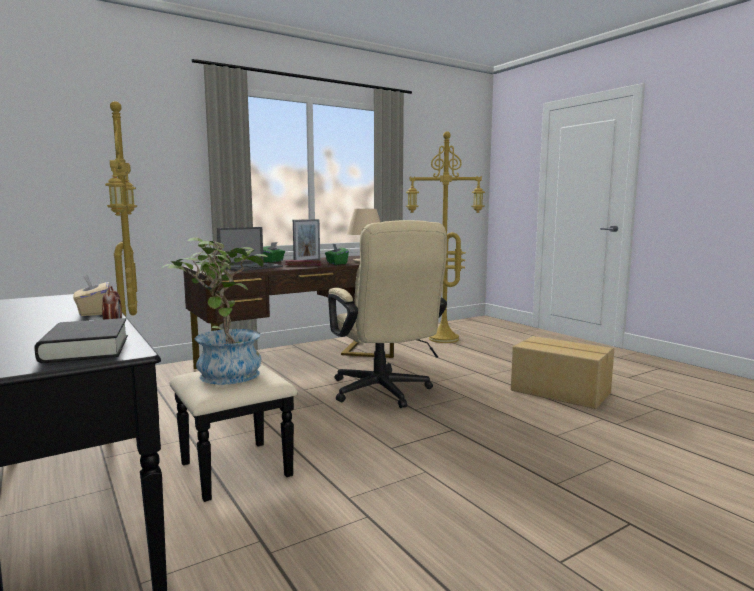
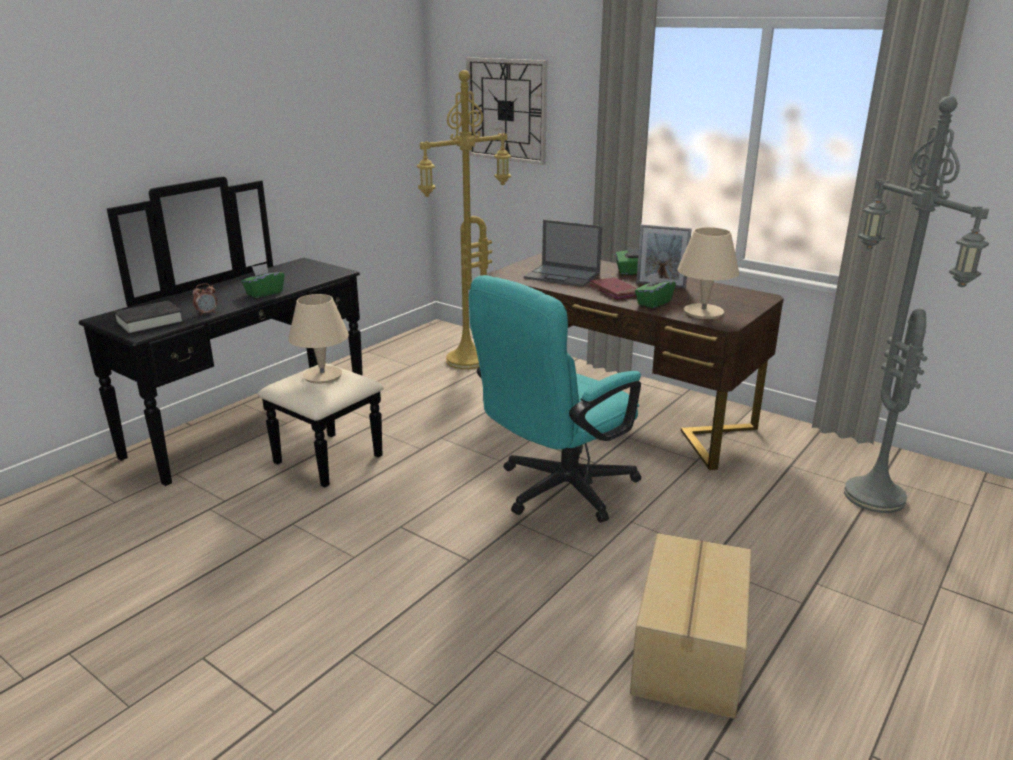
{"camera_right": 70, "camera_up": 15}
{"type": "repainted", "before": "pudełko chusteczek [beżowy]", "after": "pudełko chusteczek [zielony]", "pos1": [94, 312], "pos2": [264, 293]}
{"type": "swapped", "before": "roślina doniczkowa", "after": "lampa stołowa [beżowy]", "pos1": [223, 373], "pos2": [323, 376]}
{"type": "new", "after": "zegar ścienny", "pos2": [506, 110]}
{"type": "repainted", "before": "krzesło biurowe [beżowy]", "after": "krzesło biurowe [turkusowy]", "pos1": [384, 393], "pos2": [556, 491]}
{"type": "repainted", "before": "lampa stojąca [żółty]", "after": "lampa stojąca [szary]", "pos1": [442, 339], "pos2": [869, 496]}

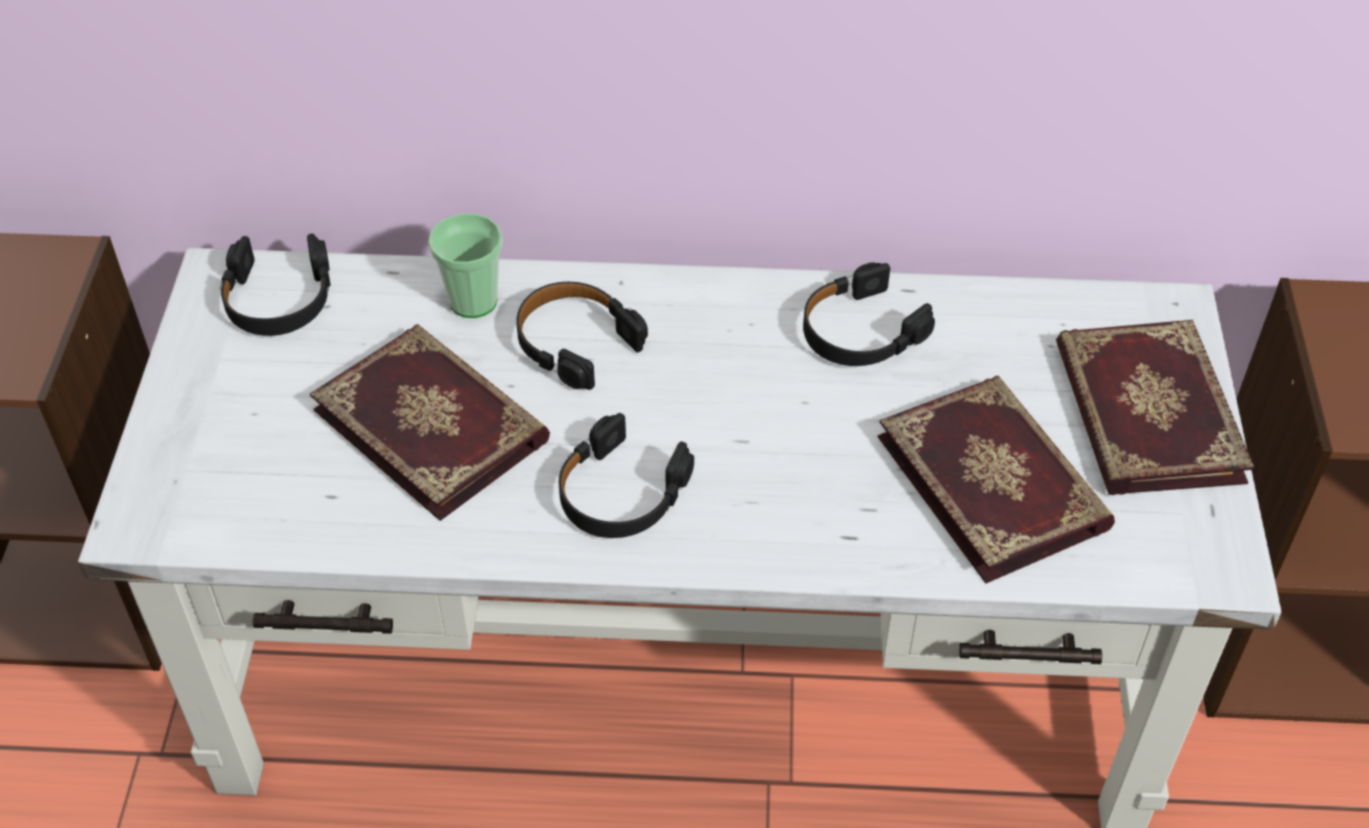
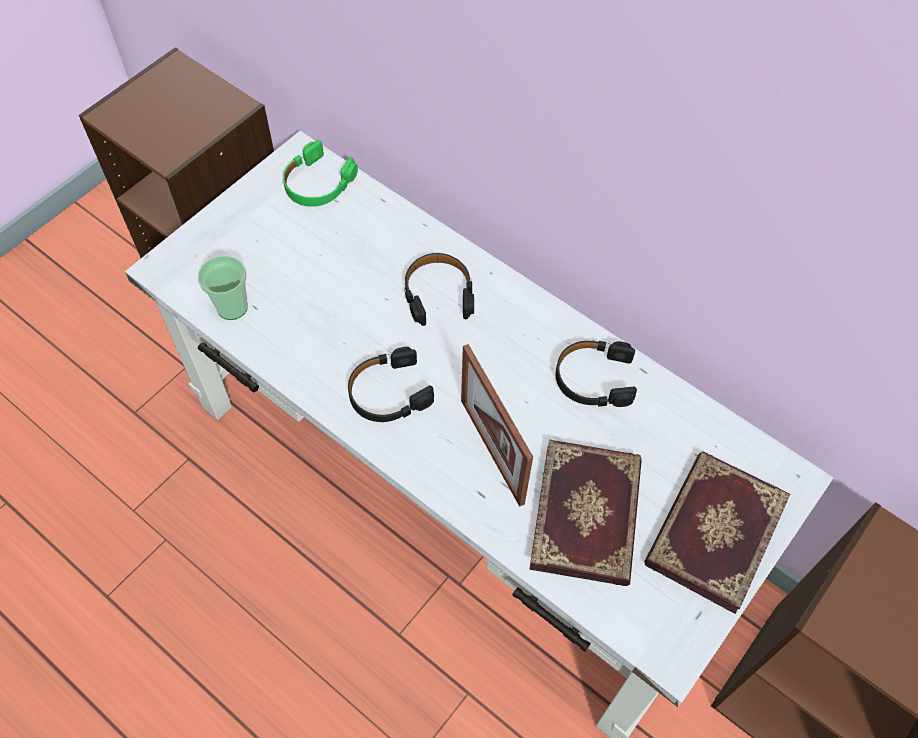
{"camera_right": 35, "camera_up": 10}
{"type": "shifted", "before": "filiżanka", "pos1": [473, 301], "pos2": [232, 307]}
{"type": "repainted", "before": "słuchawki [czarny]", "after": "słuchawki [zielony]", "pos1": [278, 299], "pos2": [317, 183]}
{"type": "new", "after": "ramka na zdjęcie", "pos2": [491, 451]}
{"type": "gone", "before": "książka", "pos1": [433, 423]}

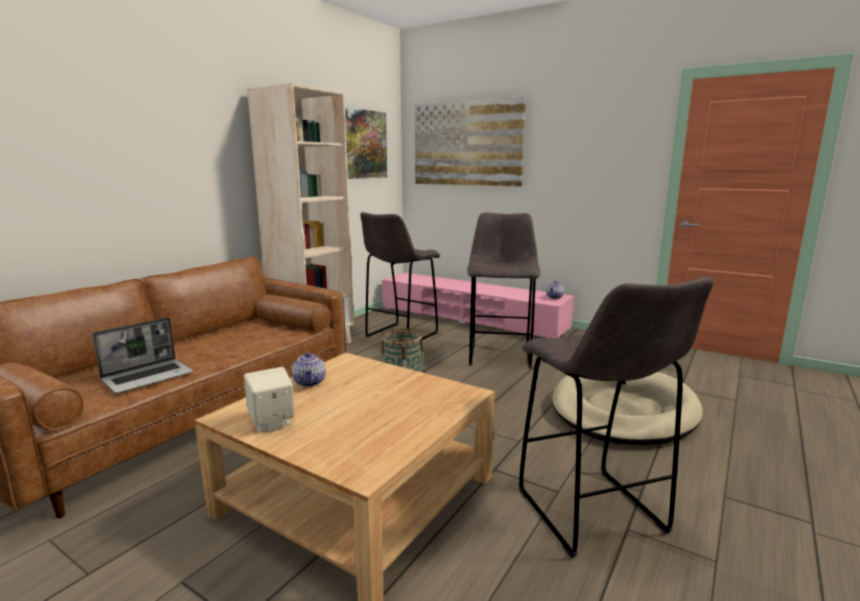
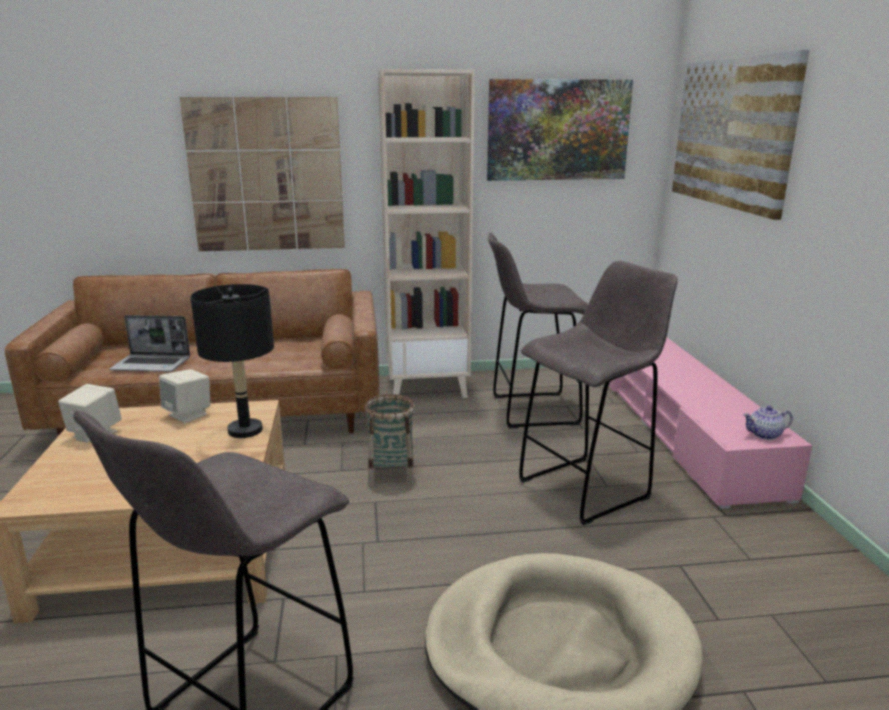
{"camera_right": 50, "camera_up": 5}
{"type": "swapped", "before": "imbryk", "after": "głośnik [beżowy]", "pos1": [310, 382], "pos2": [188, 414]}
{"type": "new", "after": "obraz", "pos2": [266, 175]}
{"type": "new", "after": "lampa stołowa [czarny]", "pos2": [244, 430]}

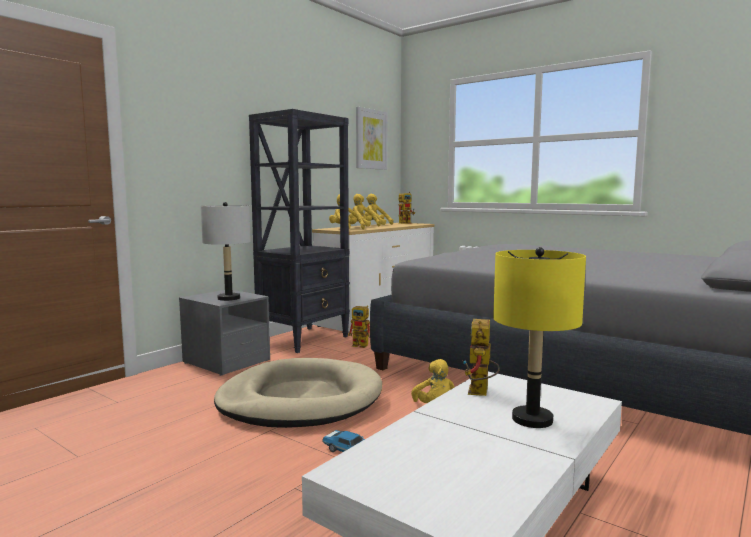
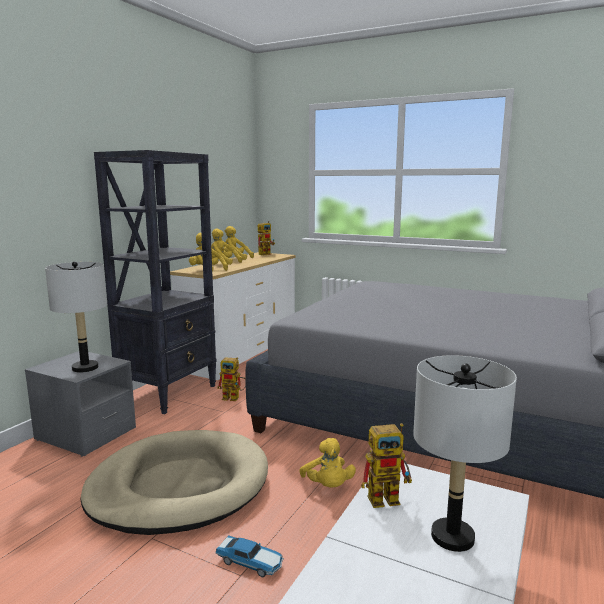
{"camera_right": -10, "camera_up": 5}
{"type": "rotated", "before": "robot zabawkowy", "pos1": [480, 393], "pos2": [389, 497], "turn": -105}
{"type": "repainted", "before": "lampa stołowa [żółty]", "after": "lampa stołowa [szary]", "pos1": [531, 419], "pos2": [452, 537]}
{"type": "gone", "before": "obraz", "pos1": [371, 139]}

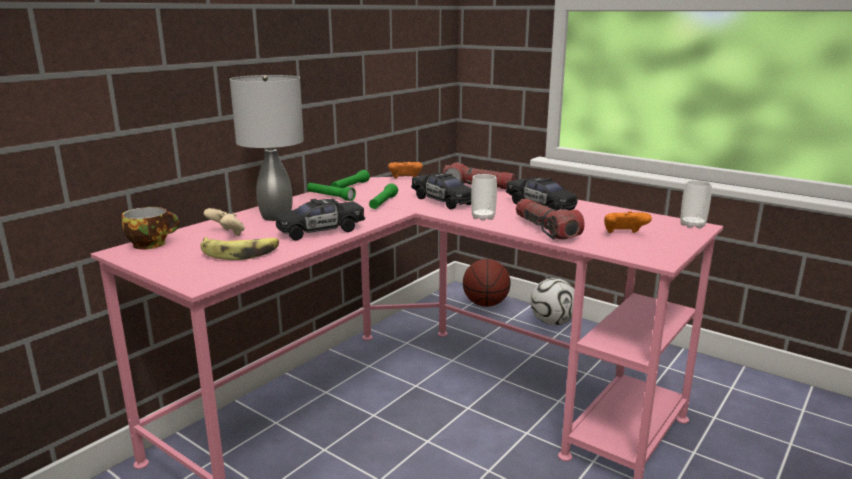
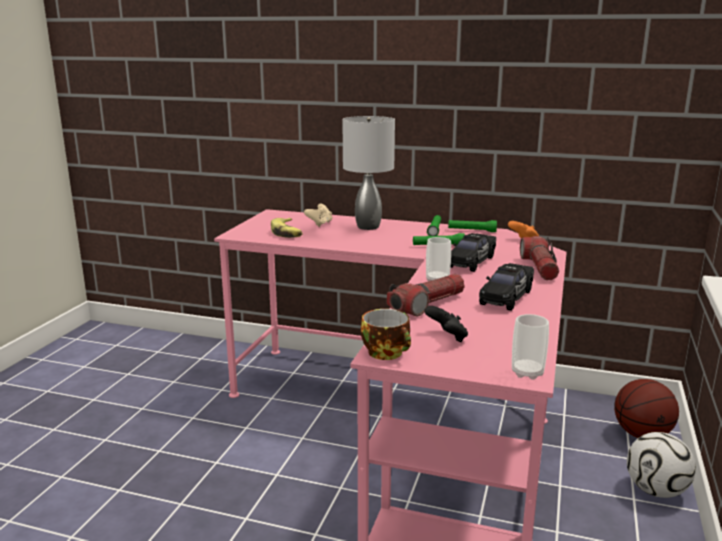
{"camera_right": 70, "camera_up": 0}
{"type": "shifted", "before": "filiżanka", "pos1": [152, 244], "pos2": [388, 353]}
{"type": "repainted", "before": "pad do gier [pomarańczowy]", "after": "pad do gier [czarny]", "pos1": [623, 235], "pos2": [447, 337]}
{"type": "gone", "before": "samochodzik [czarny]", "pos1": [320, 231]}

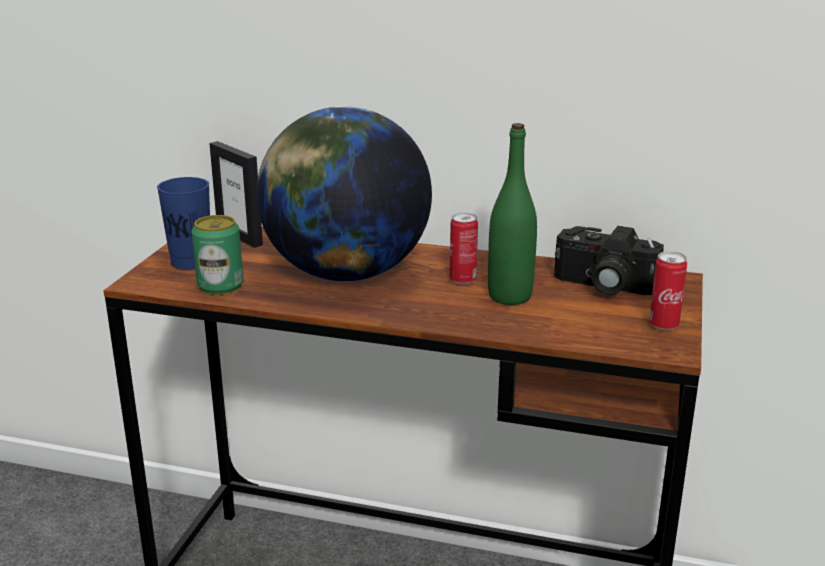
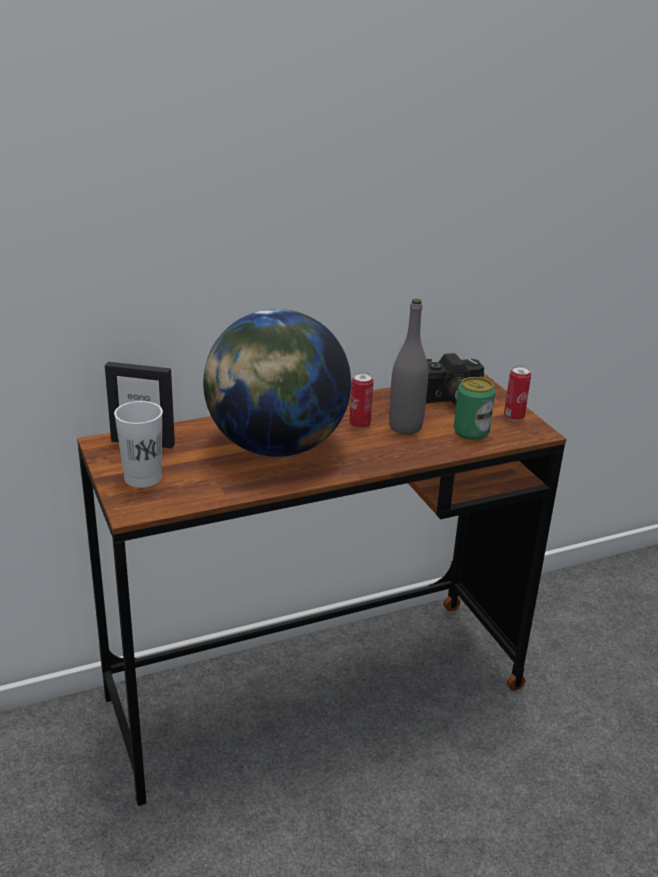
{"camera_right": -40, "camera_up": 5}
{"type": "repainted", "before": "filiżanka [niebieski]", "after": "filiżanka [biały]", "pos1": [191, 262], "pos2": [143, 478]}
{"type": "repainted", "before": "butelka [zielony]", "after": "butelka [szary]", "pos1": [509, 296], "pos2": [405, 427]}
{"type": "shifted", "before": "puszka", "pos1": [220, 286], "pos2": [471, 432]}

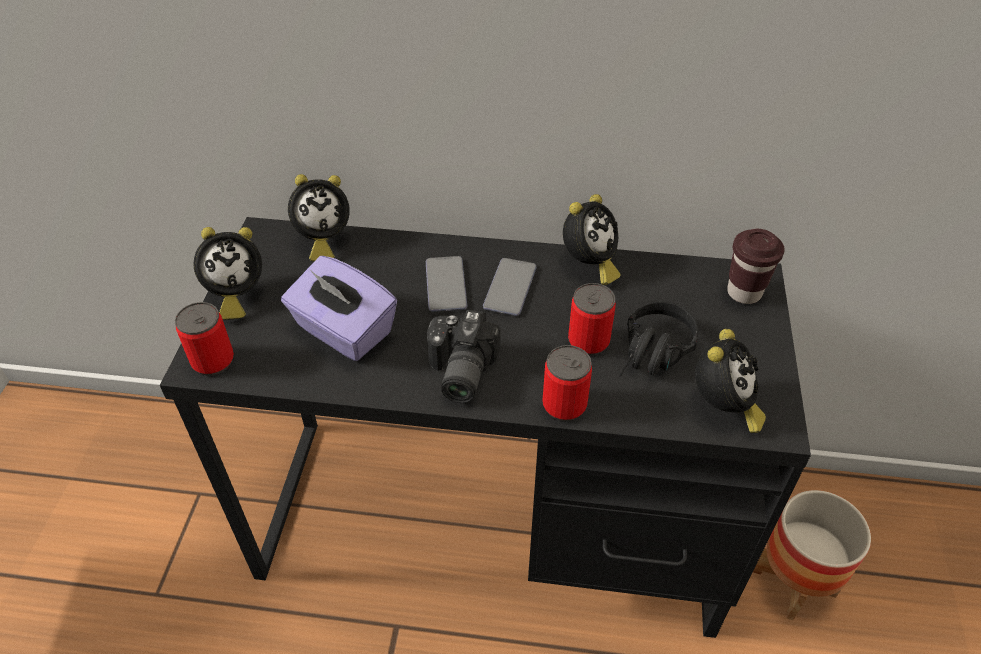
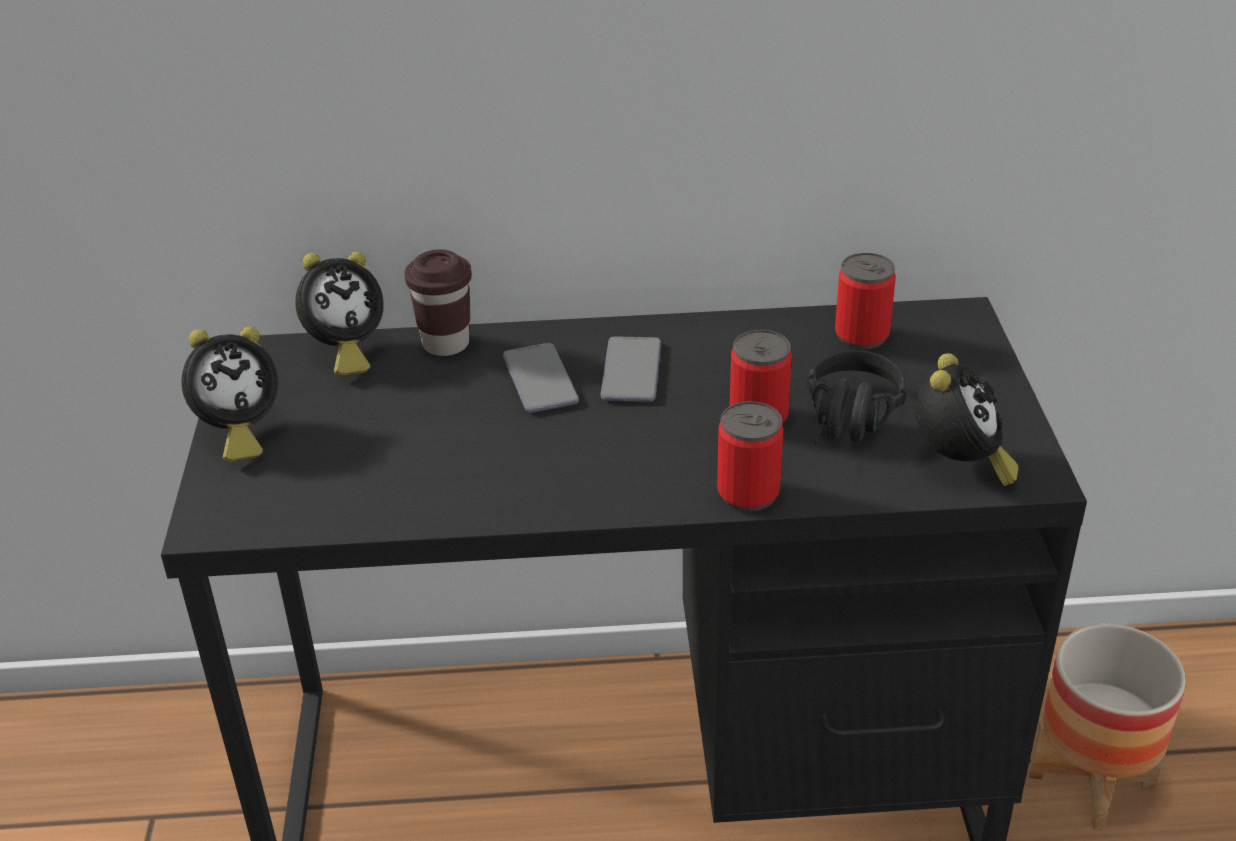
{"camera_right": -10, "camera_up": -10}
{"type": "shifted", "before": "filiżanka [brązowy]", "pos1": [744, 292], "pos2": [446, 344]}
{"type": "shifted", "before": "puszka", "pos1": [213, 361], "pos2": [861, 336]}
{"type": "gone", "before": "pudełko chusteczek [fioletowy]", "pos1": [343, 331]}
{"type": "gone", "before": "aparat fotograficzny", "pos1": [458, 372]}
{"type": "gone", "before": "budzik", "pos1": [589, 265]}

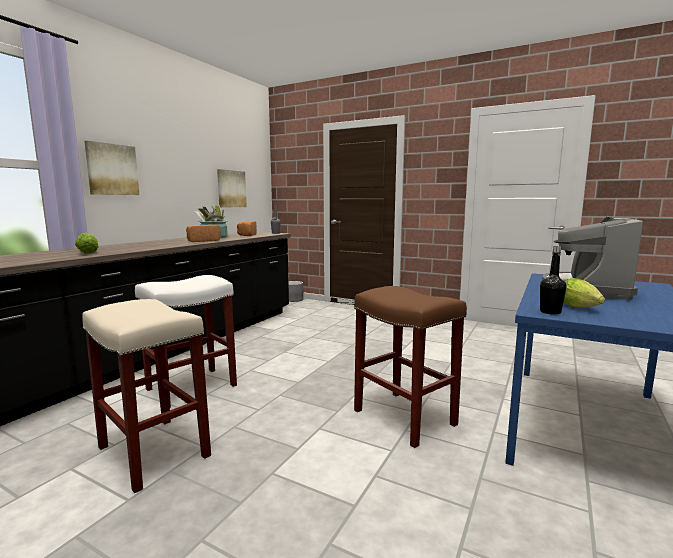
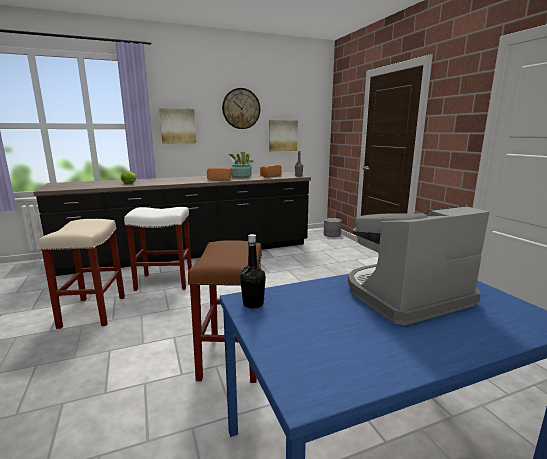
{"camera_right": 40, "camera_up": 5}
{"type": "new", "after": "zegar ścienny", "pos2": [241, 108]}
{"type": "gone", "before": "sałata", "pos1": [580, 308]}

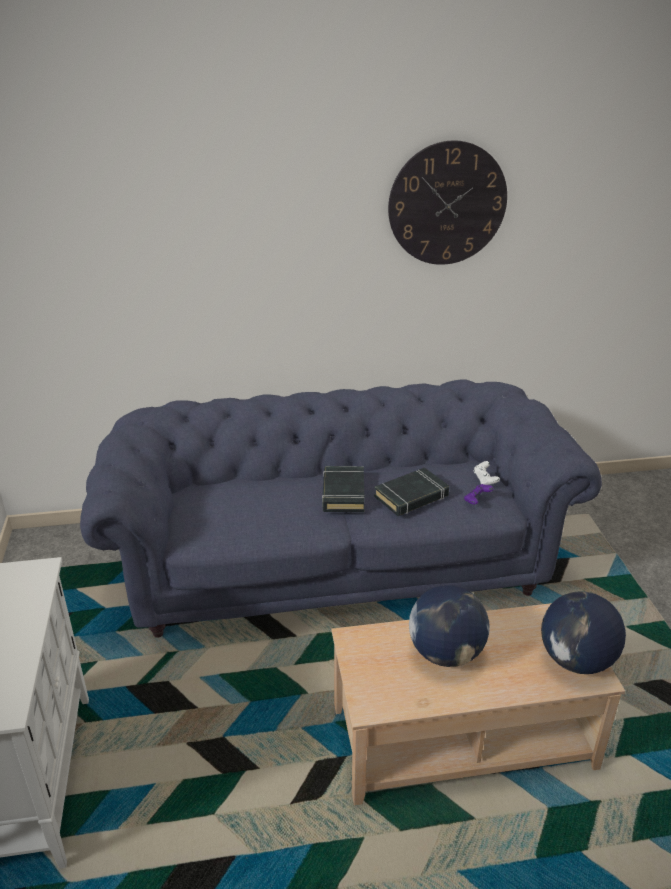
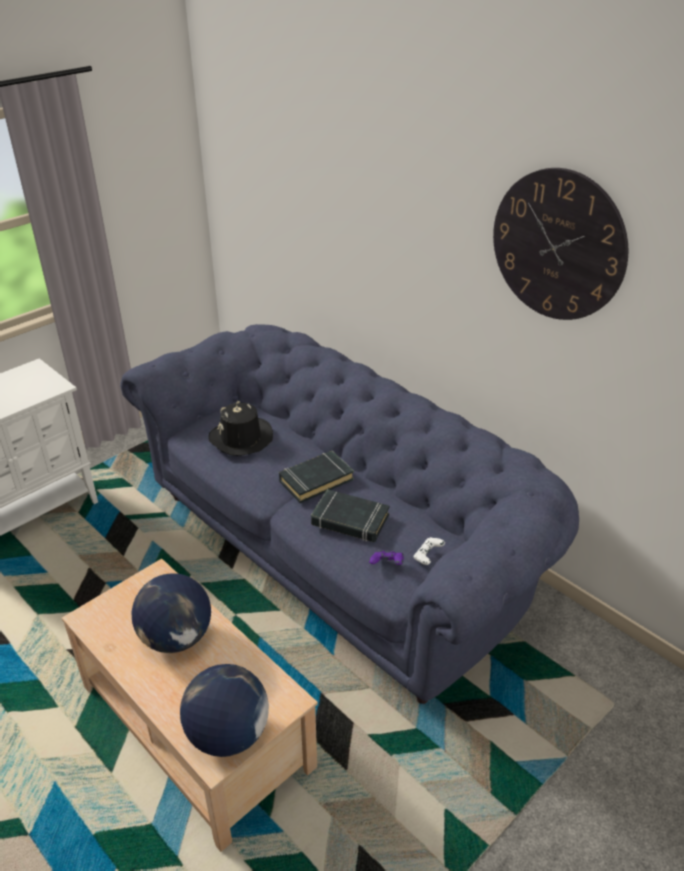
{"camera_right": 55, "camera_up": 5}
{"type": "new", "after": "kapelusz [czarny]", "pos2": [241, 438]}

